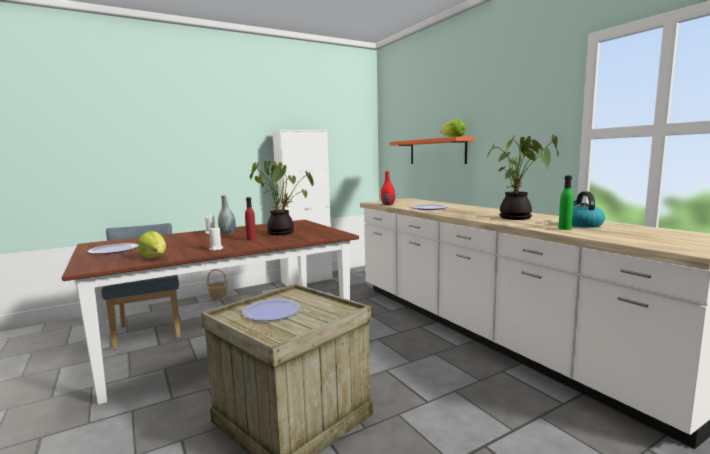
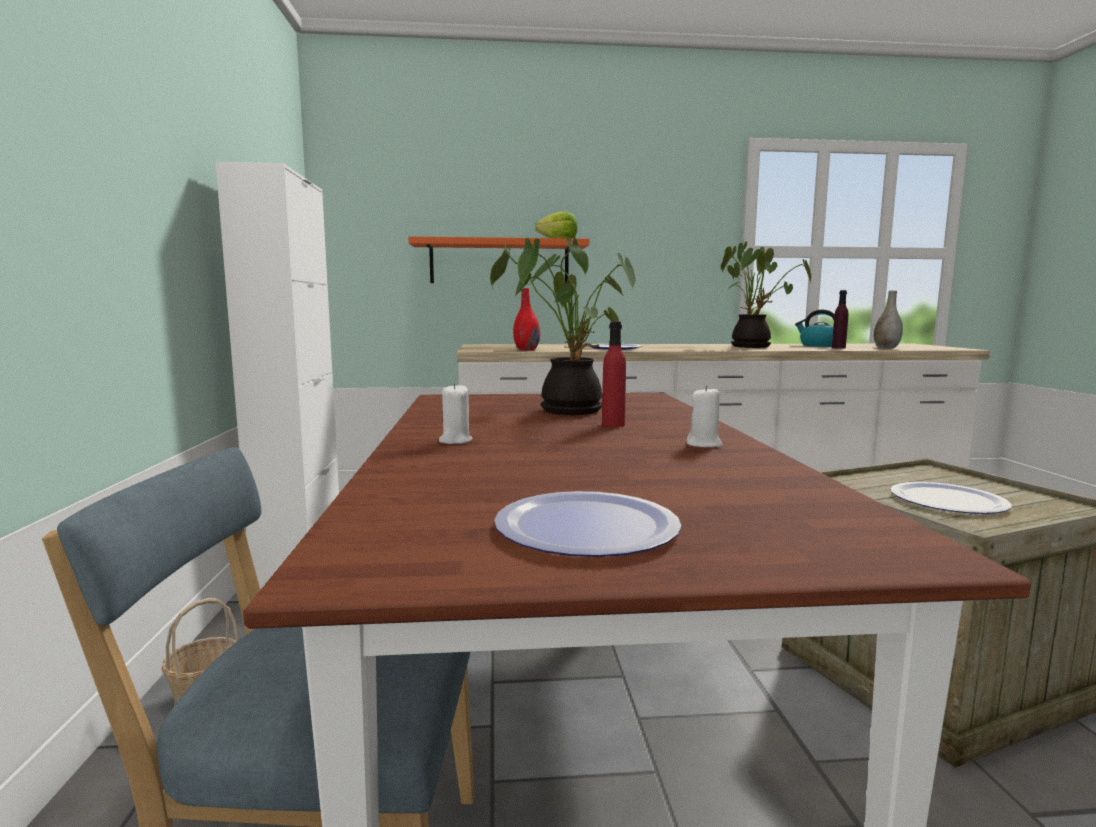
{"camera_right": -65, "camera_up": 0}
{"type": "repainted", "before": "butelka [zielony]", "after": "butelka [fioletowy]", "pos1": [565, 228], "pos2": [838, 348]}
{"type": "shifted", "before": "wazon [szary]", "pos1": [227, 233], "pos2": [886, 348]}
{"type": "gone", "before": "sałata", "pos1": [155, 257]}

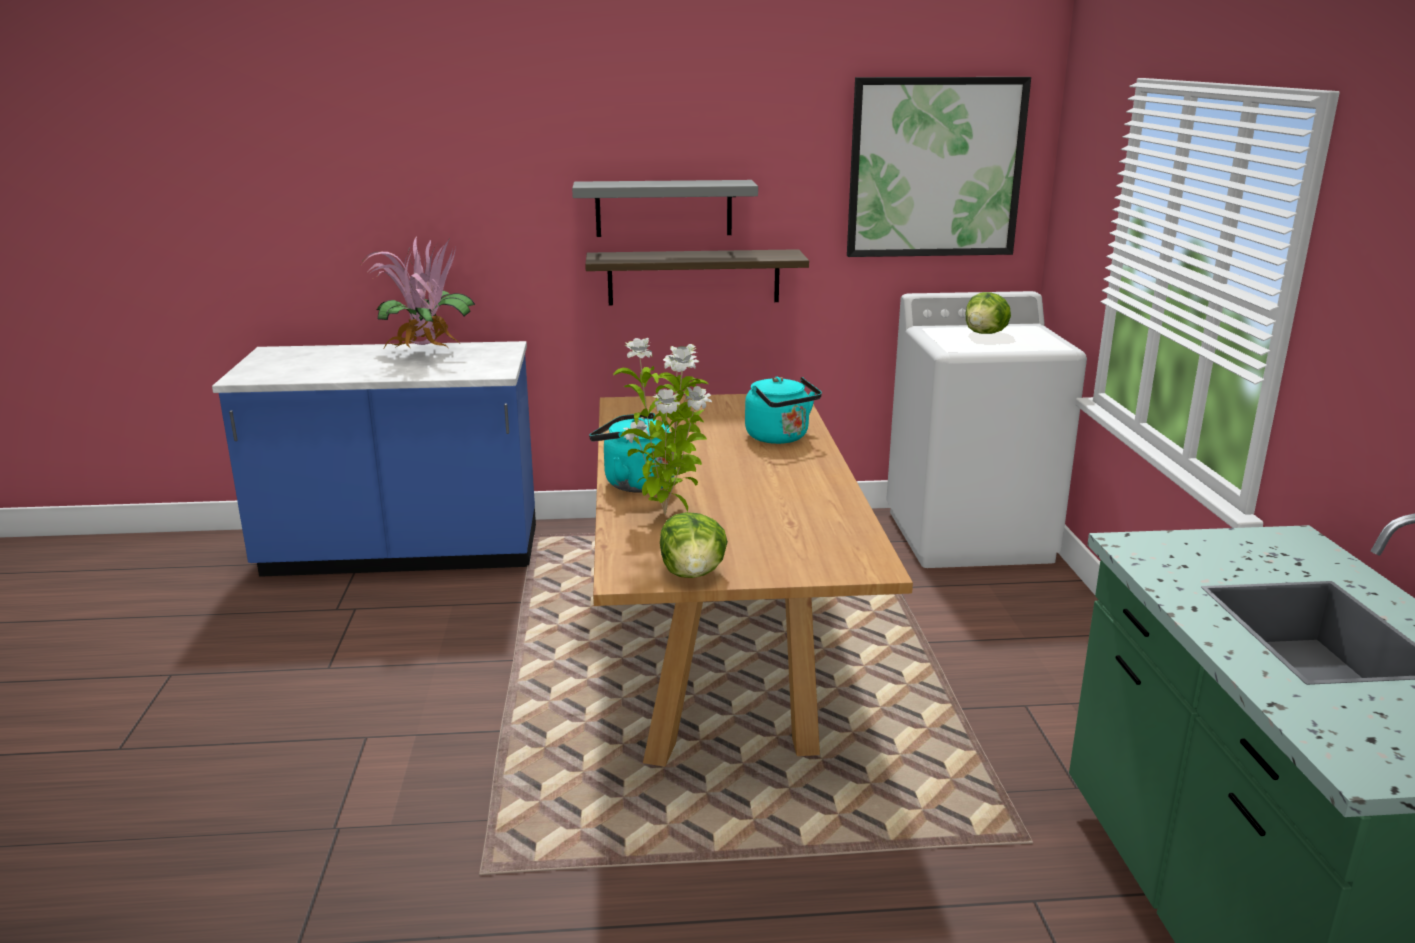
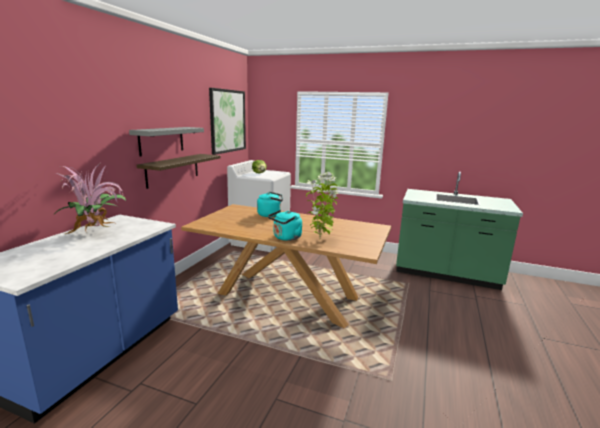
{"camera_right": -65, "camera_up": -5}
{"type": "gone", "before": "sałata", "pos1": [693, 574]}

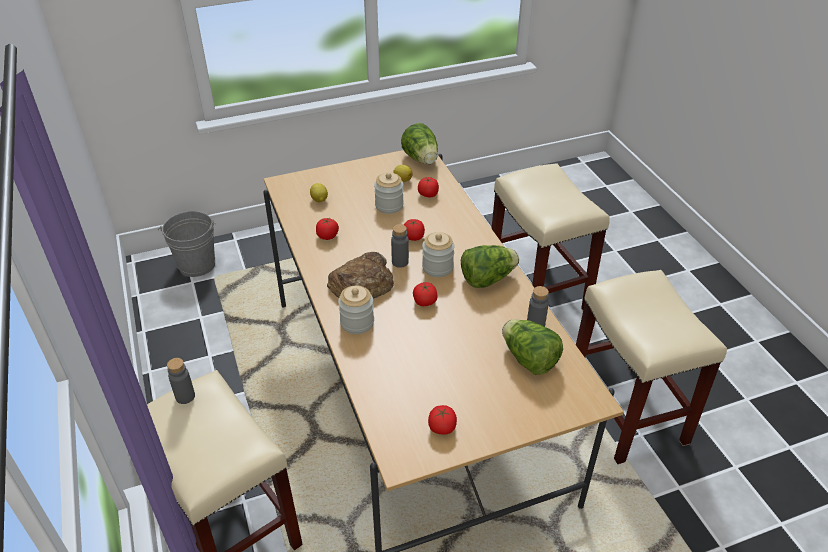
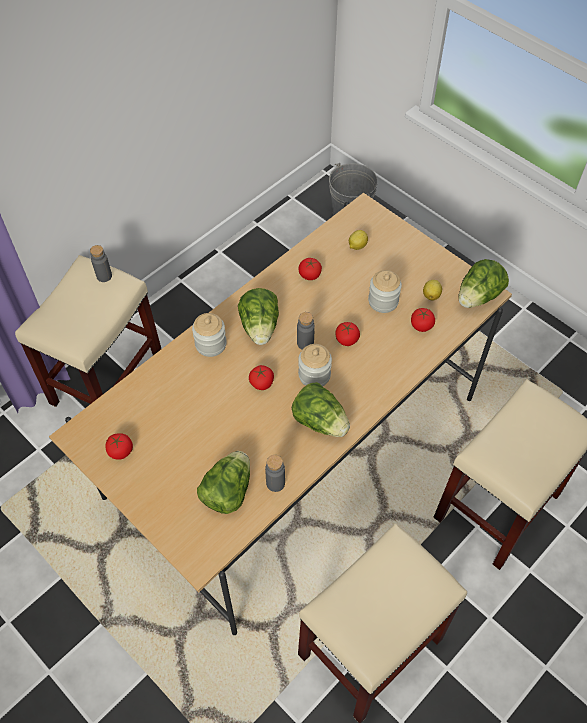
{"camera_right": 65, "camera_up": 15}
{"type": "swapped", "before": "chleb", "after": "sałata", "pos1": [362, 284], "pos2": [260, 327]}

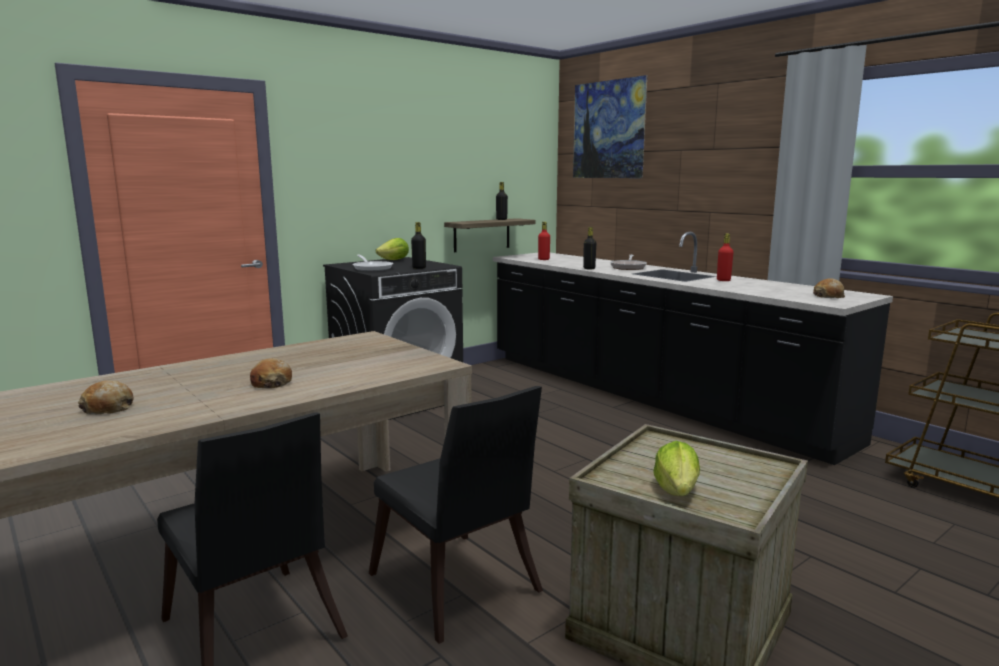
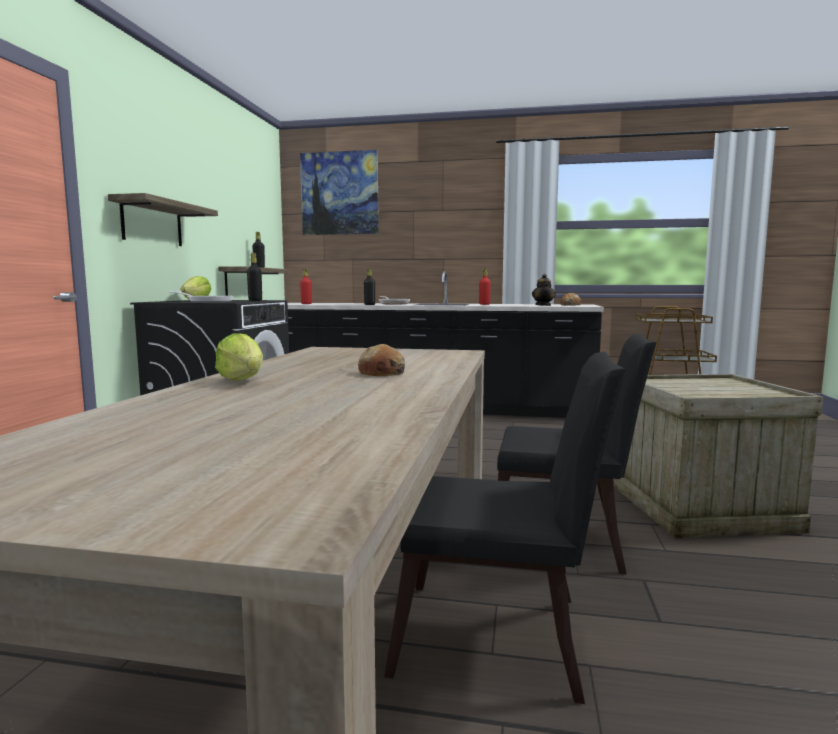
{"camera_right": -40, "camera_up": -5}
{"type": "new", "after": "półka", "pos2": [152, 223]}
{"type": "shifted", "before": "sałata", "pos1": [677, 491], "pos2": [242, 380]}
{"type": "new", "after": "imbryk", "pos2": [543, 305]}
{"type": "gone", "before": "chleb", "pos1": [108, 408]}

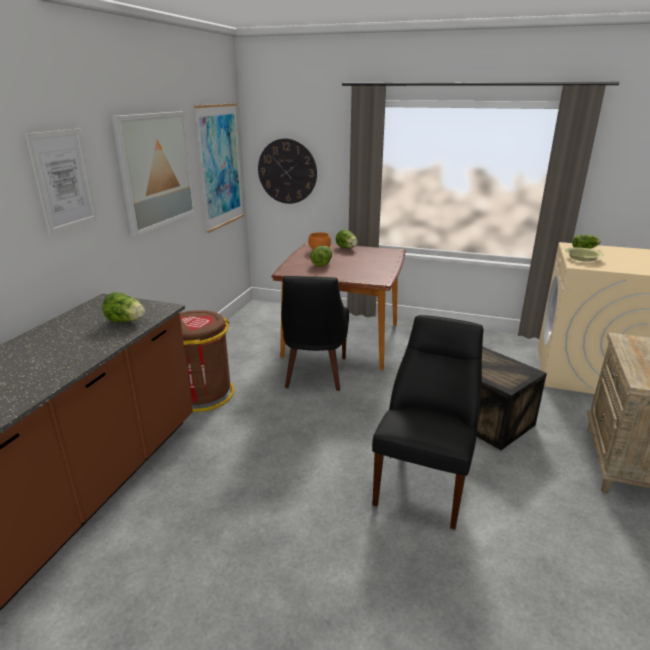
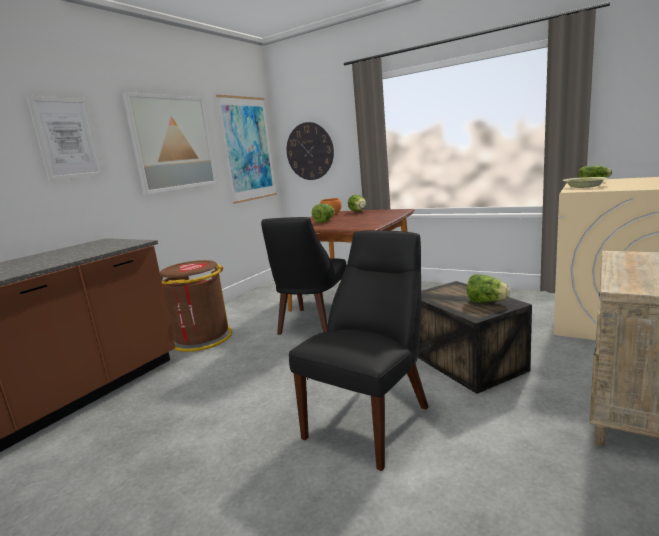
{"camera_right": 15, "camera_up": -10}
{"type": "shifted", "before": "sałata", "pos1": [126, 321], "pos2": [486, 302]}

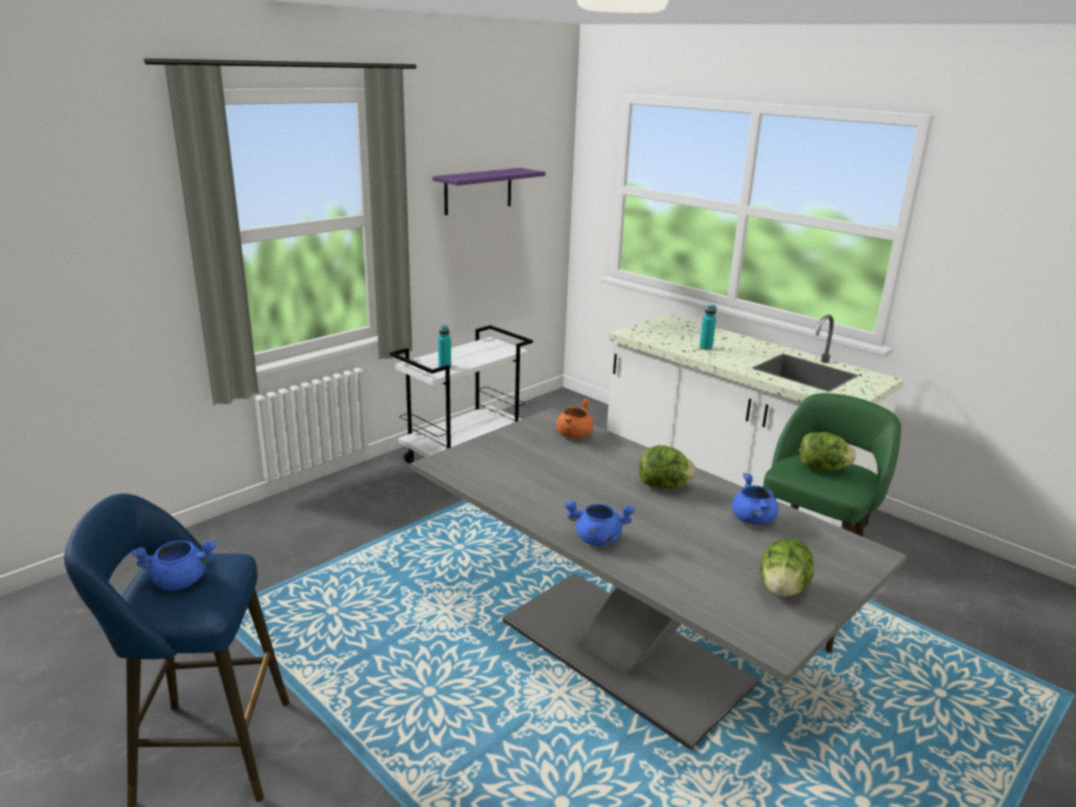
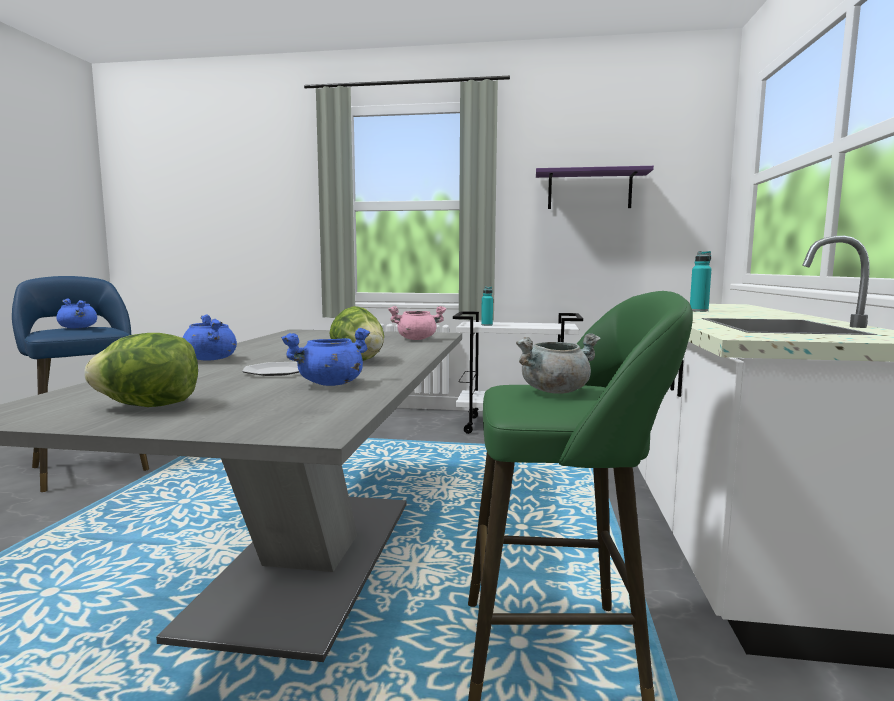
{"camera_right": 55, "camera_up": -15}
{"type": "new", "after": "talerz", "pos2": [276, 372]}
{"type": "repainted", "before": "garnek [pomarańczowy]", "after": "garnek [różowy]", "pos1": [574, 435], "pos2": [417, 339]}
{"type": "swapped", "before": "sałata", "after": "garnek [szary]", "pos1": [822, 469], "pos2": [555, 391]}

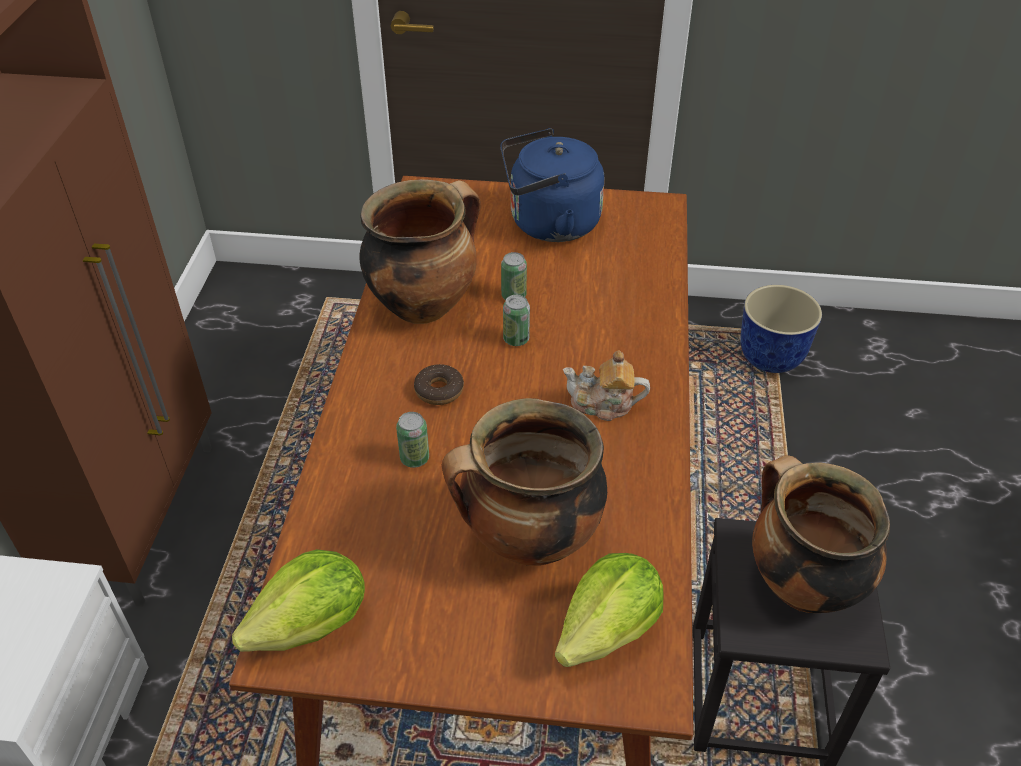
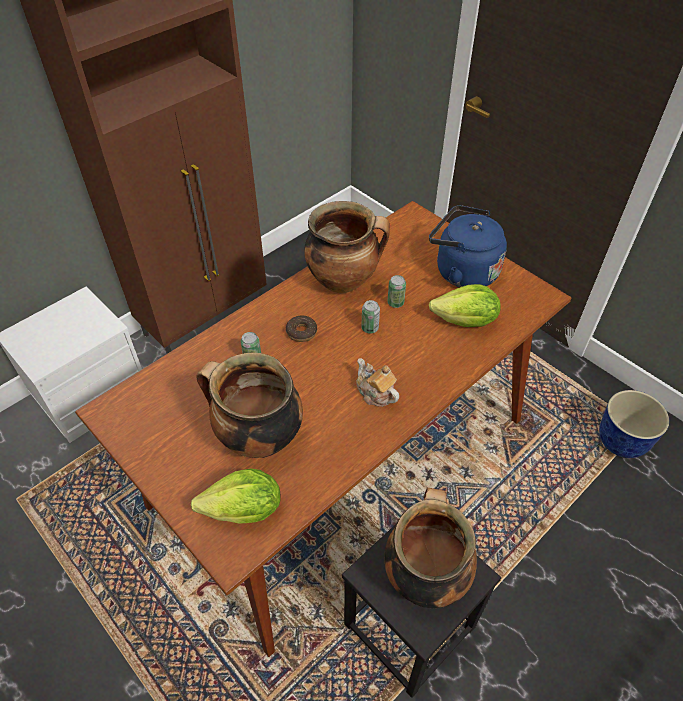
{"camera_right": 40, "camera_up": 5}
{"type": "shifted", "before": "sałata", "pos1": [312, 626], "pos2": [465, 321]}

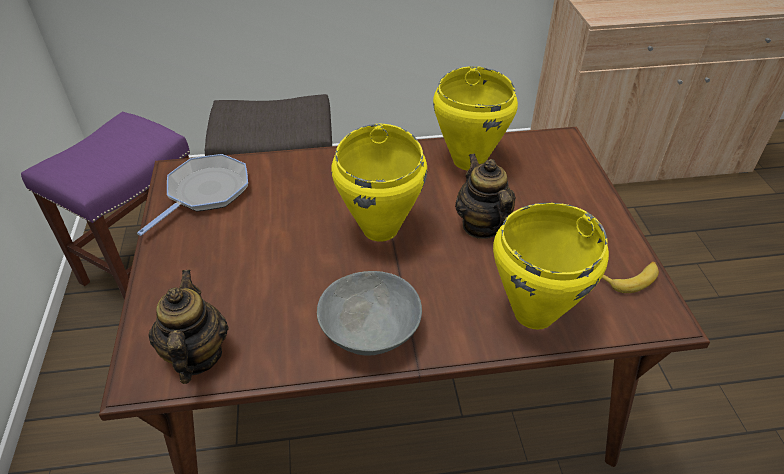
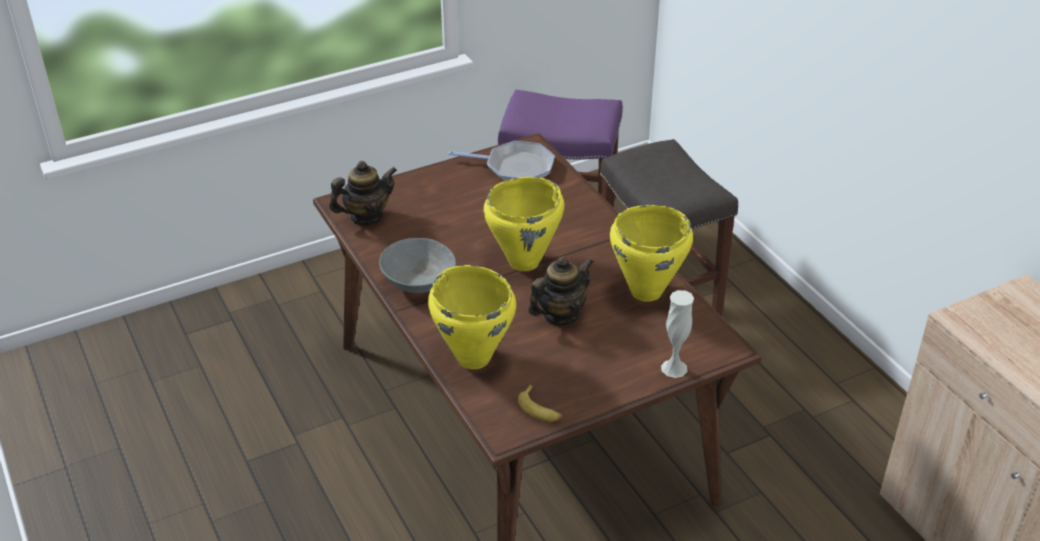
{"camera_right": 70, "camera_up": -5}
{"type": "new", "after": "wazon [biały]", "pos2": [674, 368]}

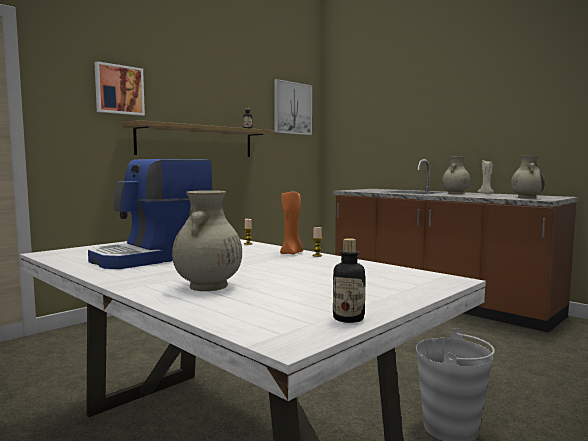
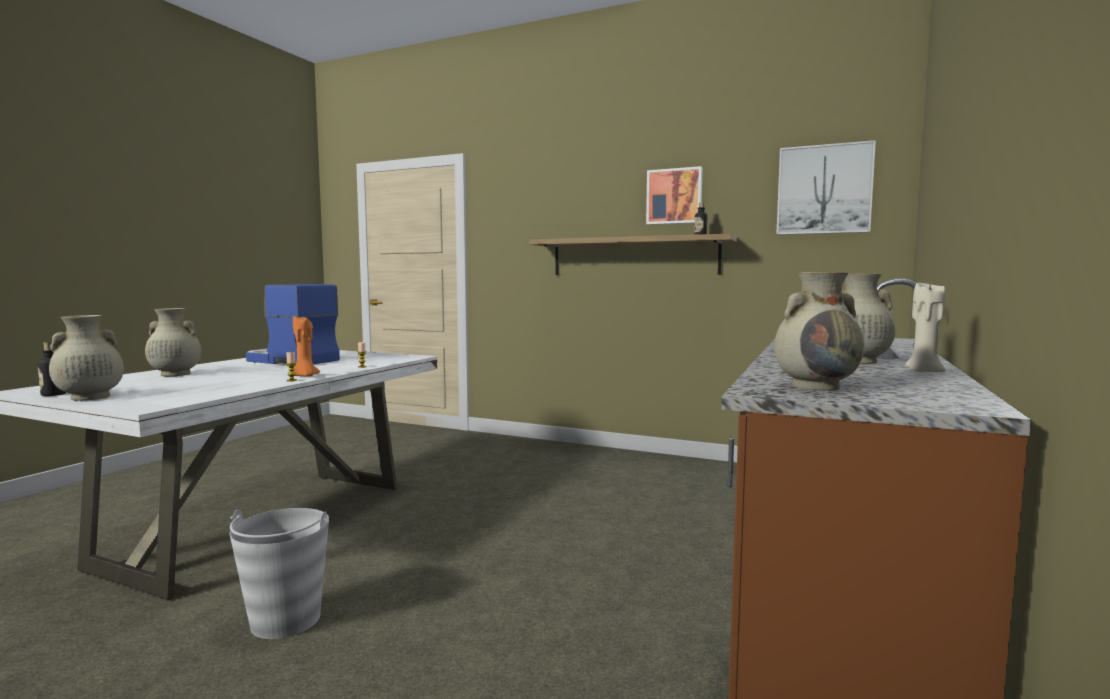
{"camera_right": 70, "camera_up": 0}
{"type": "new", "after": "wazon [beżowy]", "pos2": [89, 397]}
{"type": "shifted", "before": "obraz", "pos1": [119, 90], "pos2": [674, 196]}

